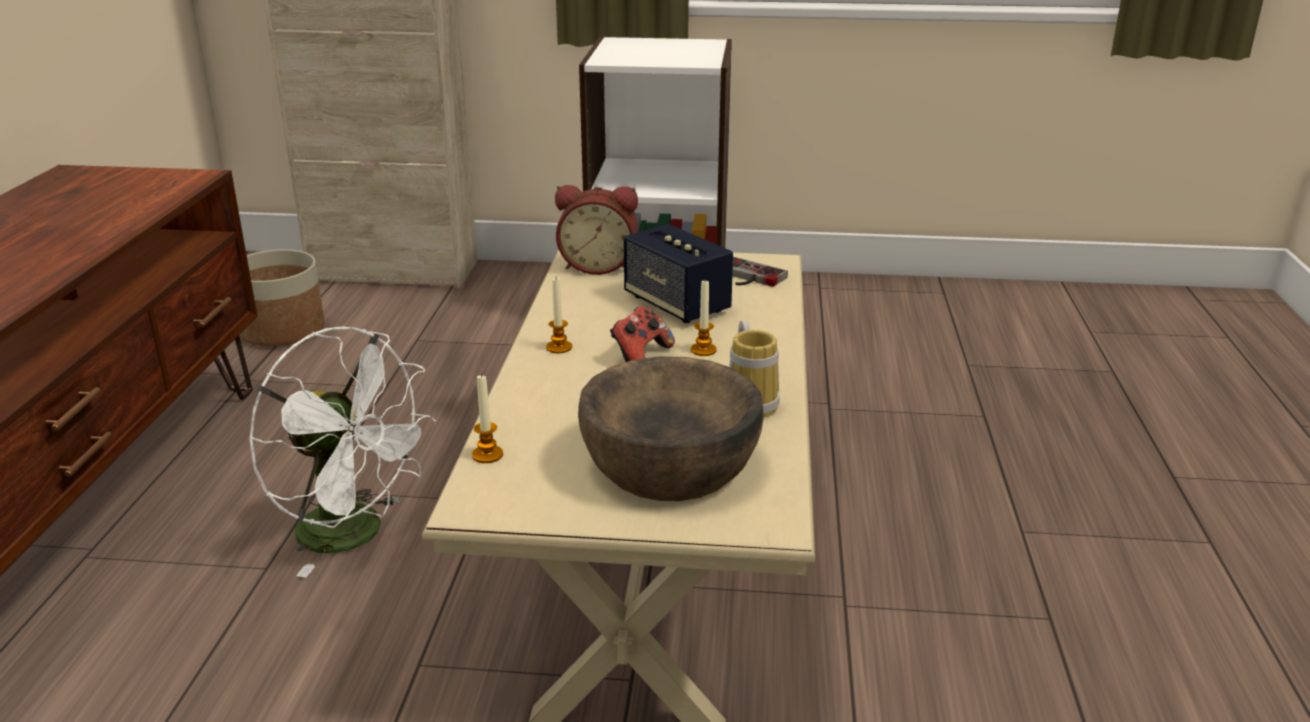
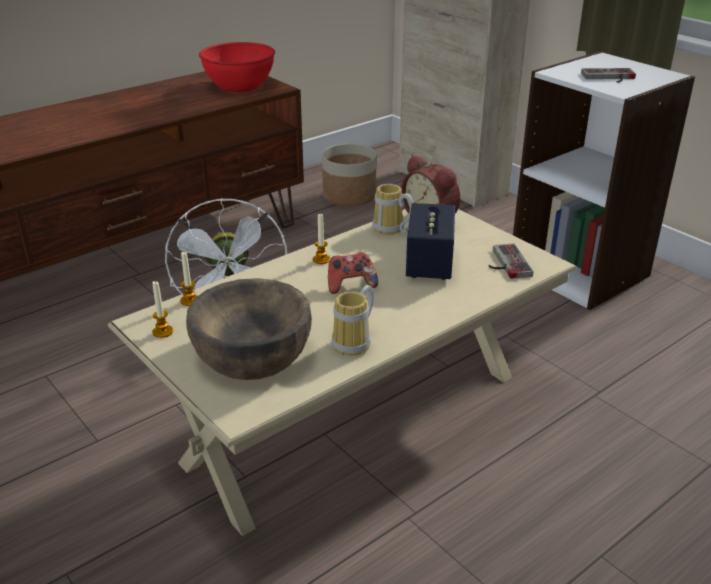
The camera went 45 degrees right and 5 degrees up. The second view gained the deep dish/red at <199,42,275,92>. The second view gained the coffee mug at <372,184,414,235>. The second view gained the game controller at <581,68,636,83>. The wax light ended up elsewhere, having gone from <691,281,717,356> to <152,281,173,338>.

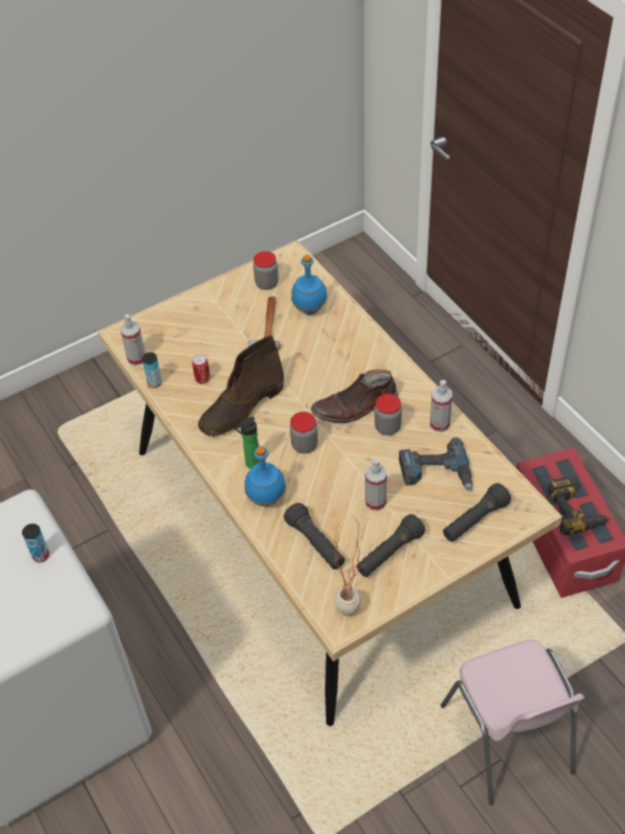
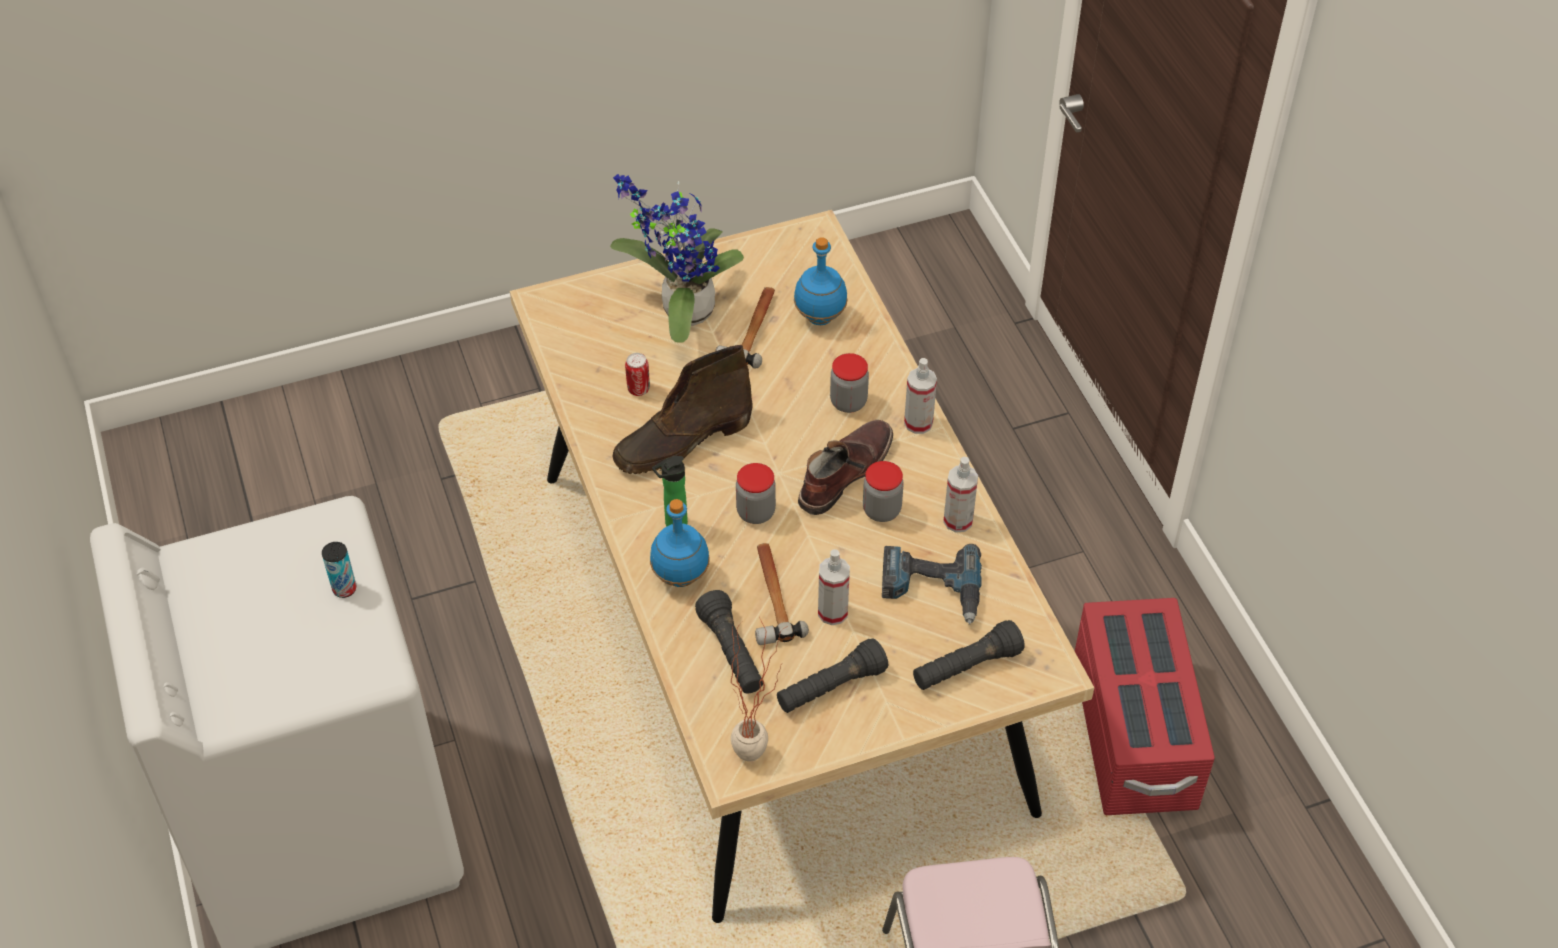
The camera went 10 degrees right and 0 degrees up. The second view lost the can at <142,352,162,388>. The second view lost the drill at <547,476,610,535>. The second view gained the plant in a pot at <610,174,744,343>. The second view gained the hammer at <755,543,809,645>. The spray bottle ended up elsewhere, having gone from <120,314,146,366> to <904,358,937,434>. The storage jar ended up elsewhere, having gone from <253,251,279,290> to <830,353,869,413>. The high-top boot/brown at <311,369,398,423> ended up facing another way, 135 degrees clockwise from before.

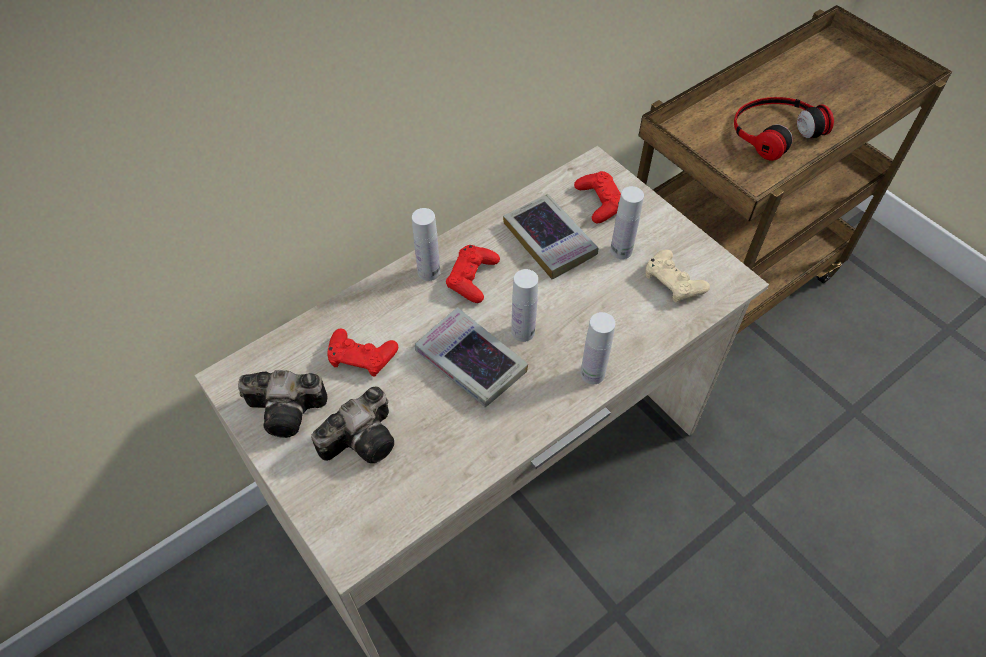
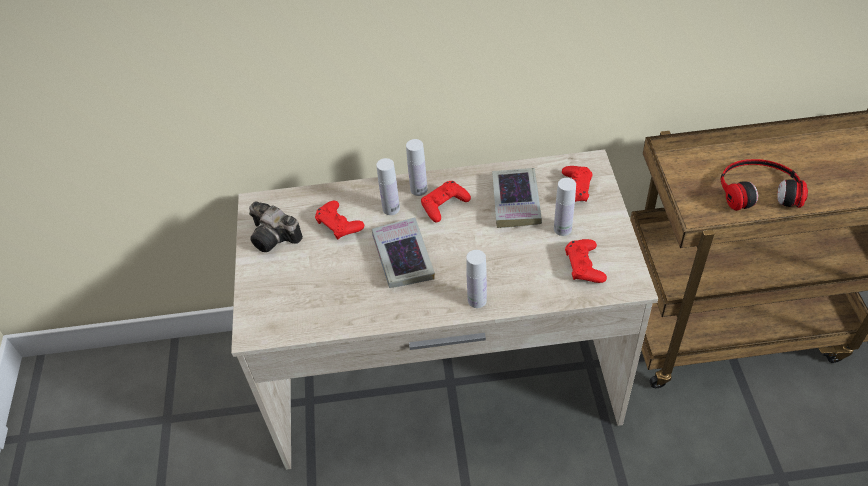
The camera went 35 degrees right and 5 degrees down. The second view lost the photo camera at <311,386,394,463>. The beverage bottle/white-coloured ended up elsewhere, having gone from <511,269,538,342> to <376,158,400,215>. What was the game controller/beige-coloured at <645,249,710,302> turned into the game controller/red at <565,239,607,283>.

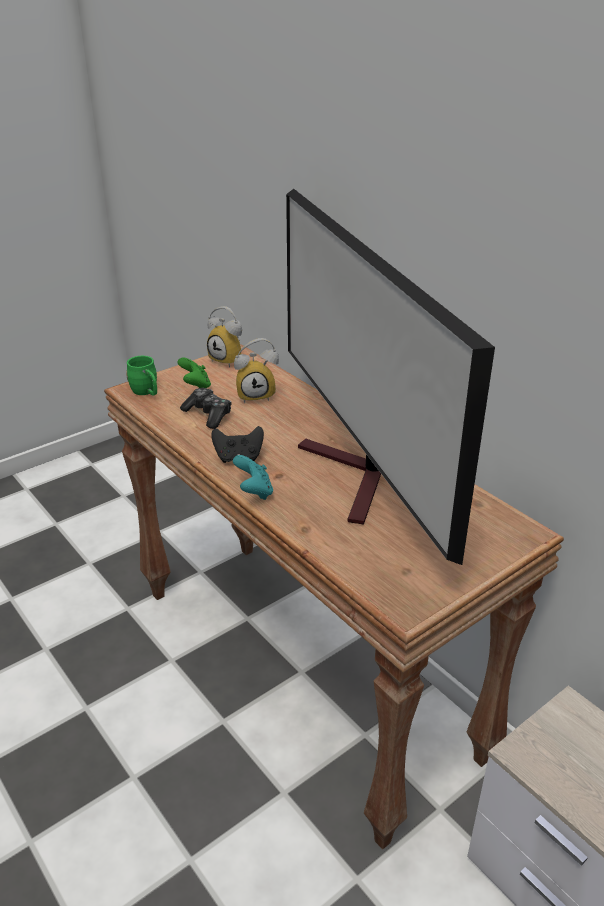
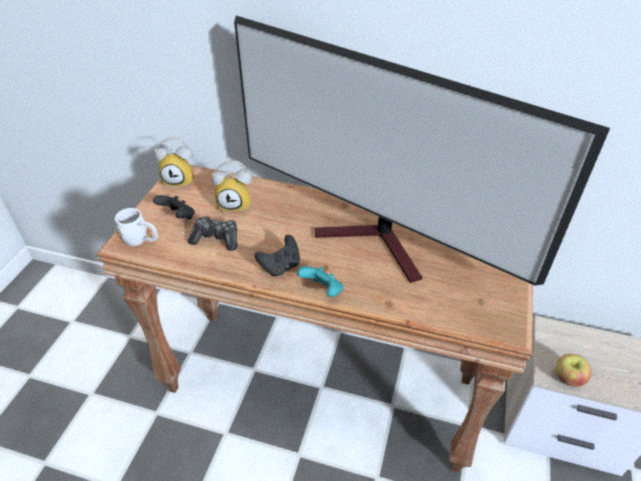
The camera went 35 degrees left and 10 degrees up. The second view gained the whole apple at <556,354,591,387>. What was the coffee mug/greenish at <126,356,157,396> turned into the coffee mug/white-coloured at <115,208,158,246>. What was the game controller/greenish at <177,358,211,388> turned into the game controller/black-coloured at <153,195,195,219>. The bedside clock at <234,338,279,403> ended up facing another way, 45 degrees clockwise from before.

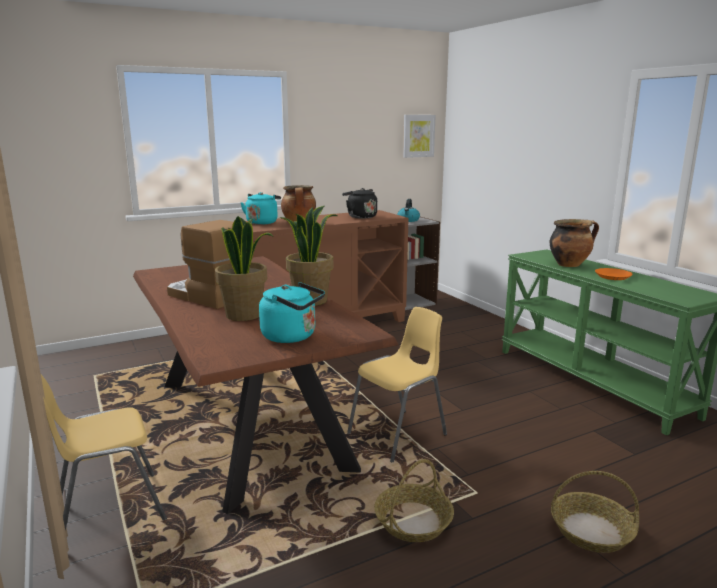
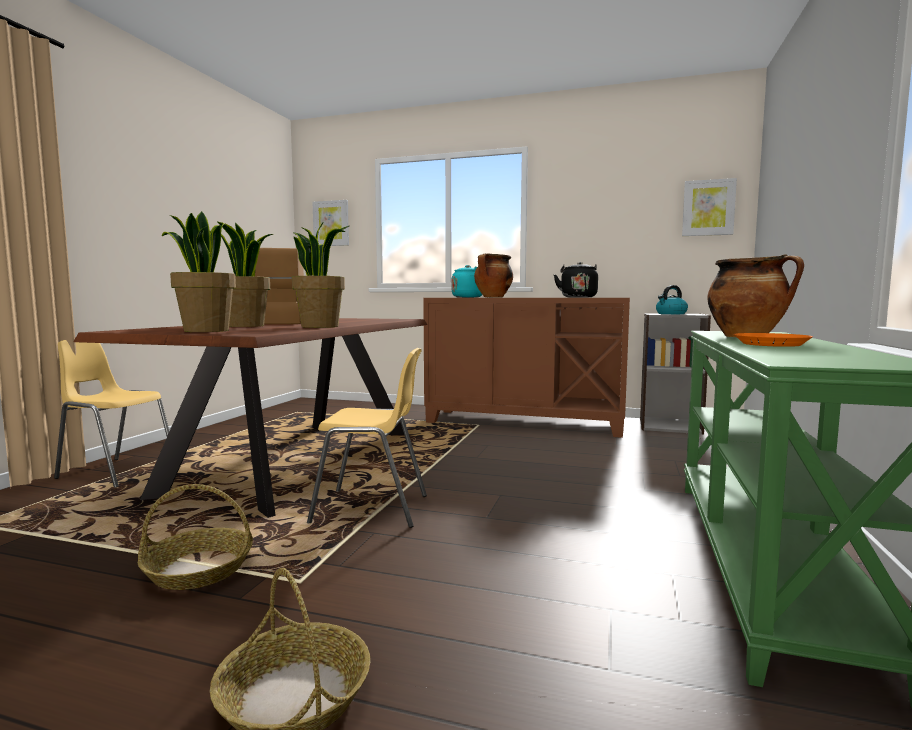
The camera went 45 degrees right and 10 degrees down. The second view gained the picture at <313,200,349,246>. Where the tea kettle/turquoise-coloured stood at <259,282,325,343>, the plant in a pot came to stand at <162,211,236,332>.

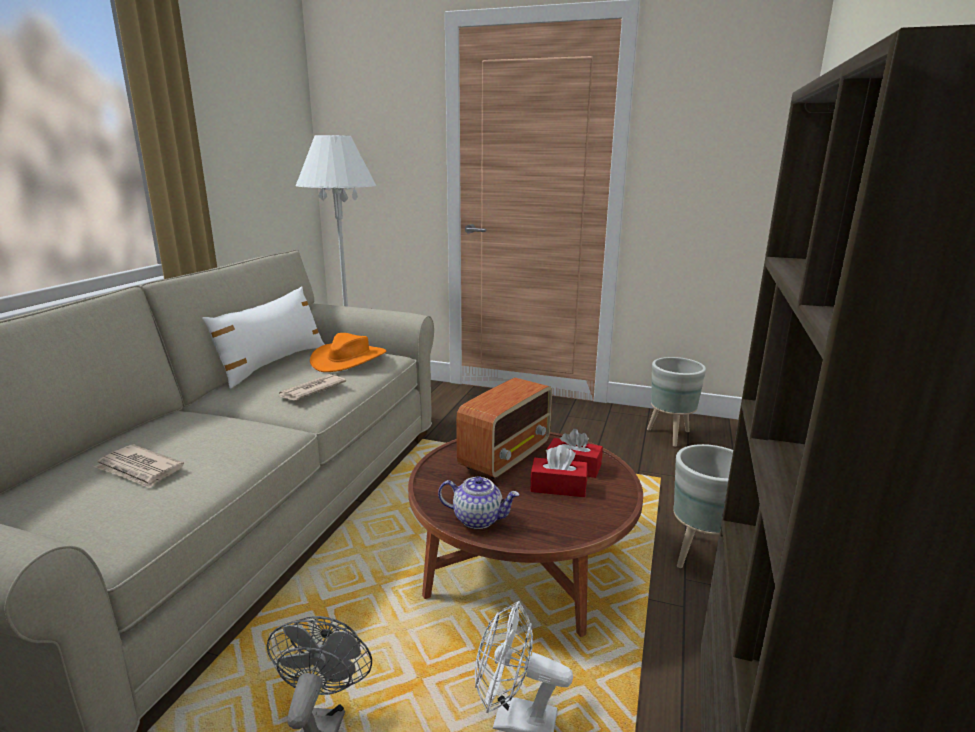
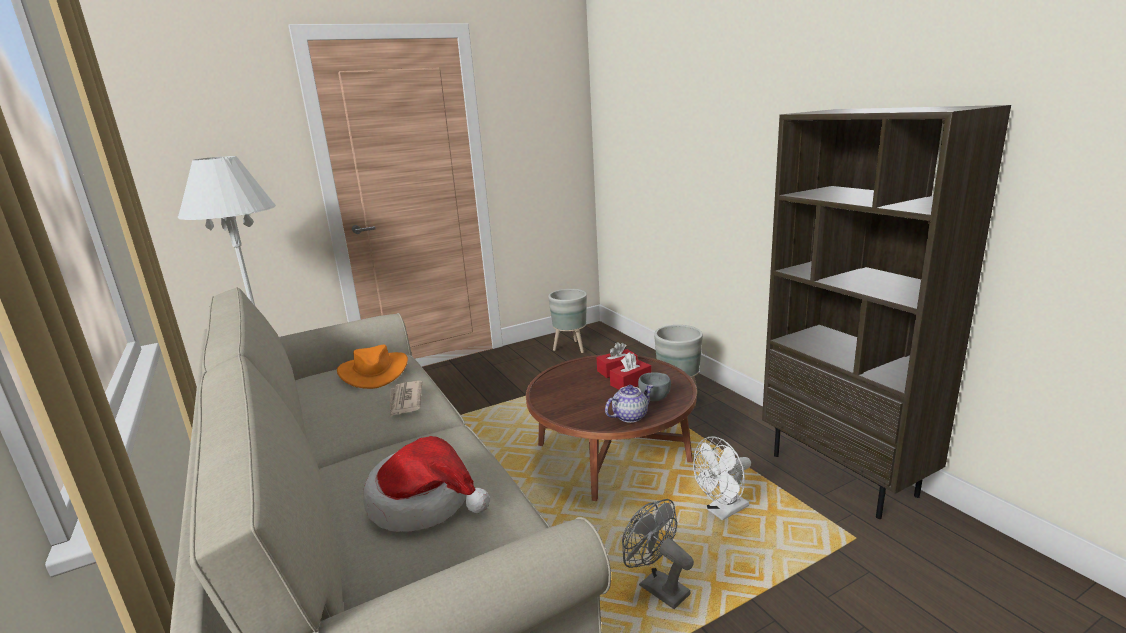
The camera went 45 degrees left and 0 degrees up. The second view lost the throw pillow/white-coloured at <202,286,325,389>. The second view lost the radio set at <456,378,552,479>. The second view gained the deep dish/gray at <638,372,671,401>. Where the daily paper stood at <94,444,184,488>, the wearable hat came to stand at <363,436,490,532>.

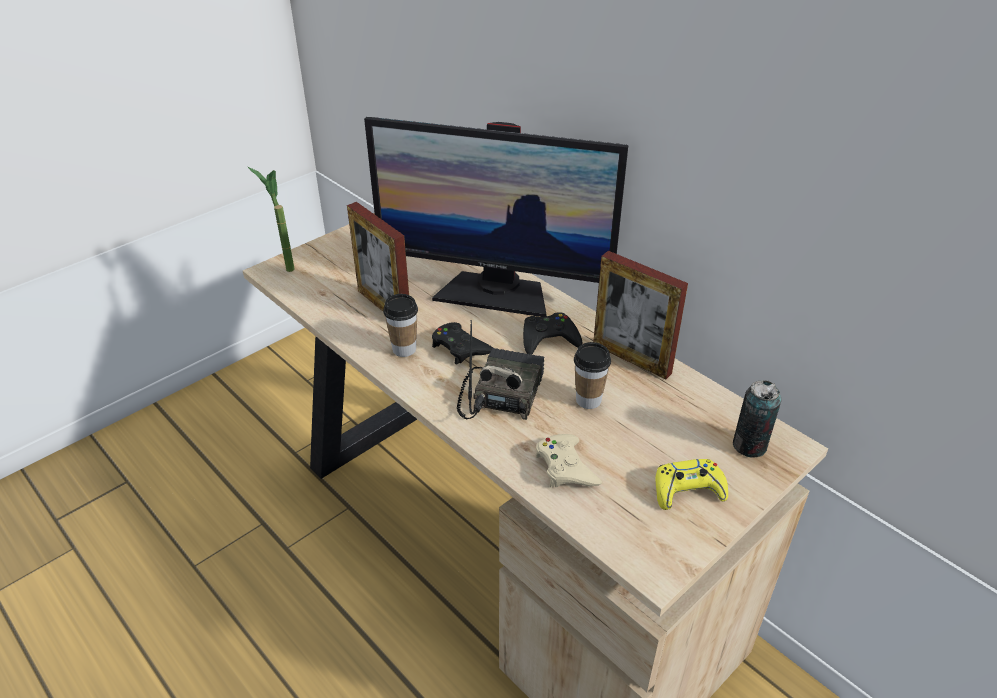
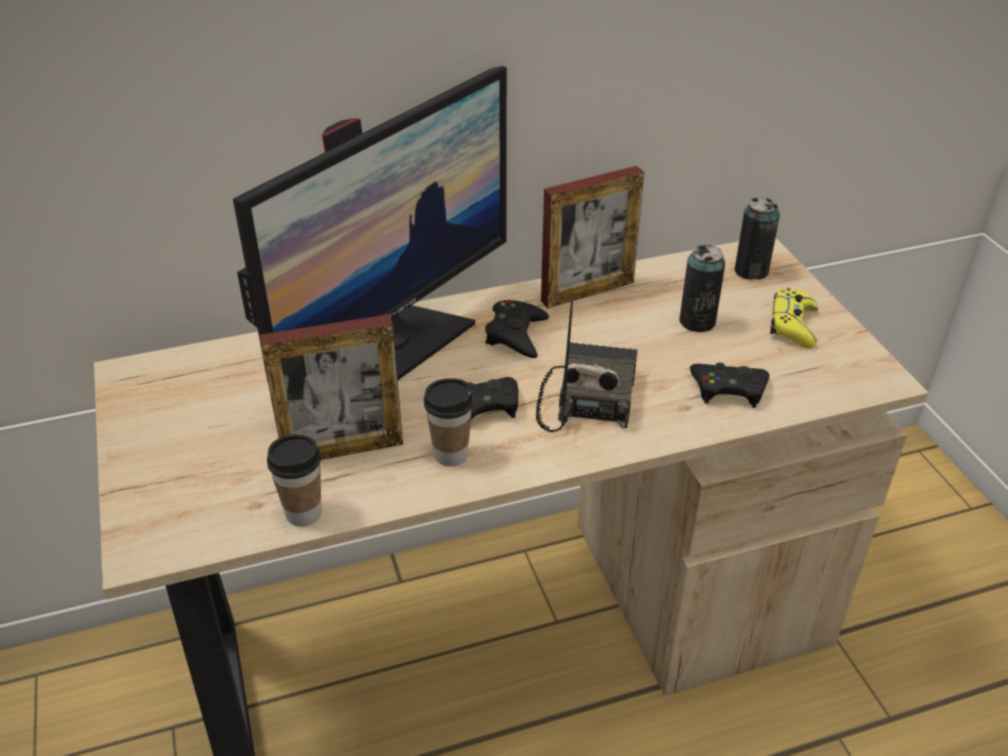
The camera went 65 degrees left and 0 degrees up. The second view lost the plant in a pot at <248,167,295,272>. The second view gained the can at <679,245,725,332>. The drinking cup ended up elsewhere, having gone from <574,342,611,409> to <267,434,322,527>. What was the game controller/beige-coloured at <535,434,602,487> turned into the game controller/black-coloured at <690,363,769,408>. The radio set at <457,320,544,420> ended up facing another way, 60 degrees clockwise from before.

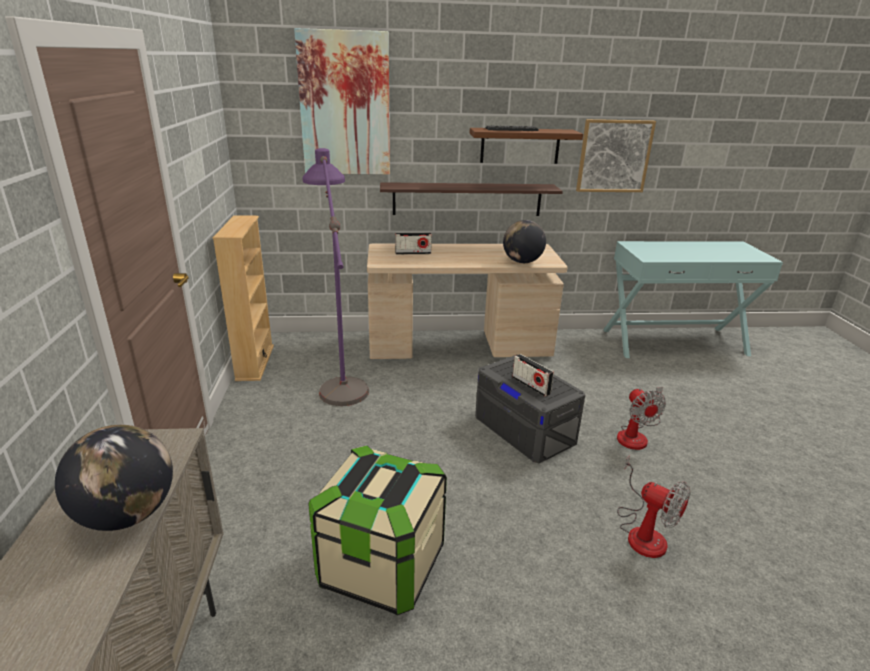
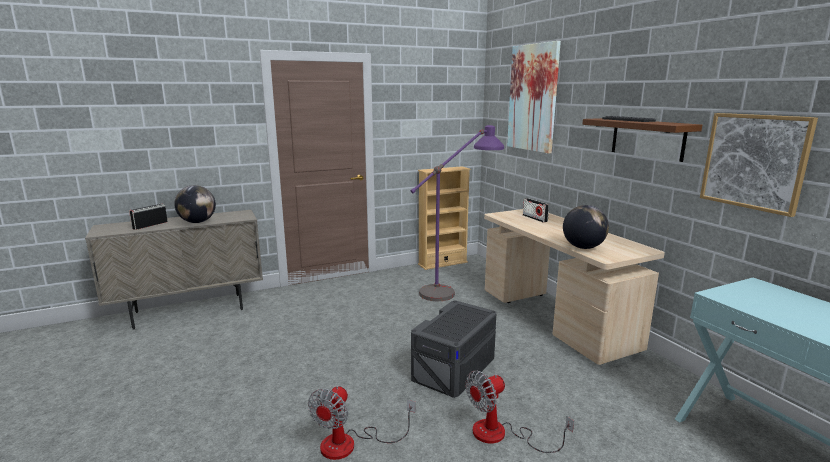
The camera went 70 degrees right and 10 degrees down. The second view lost the storage bin at <308,445,447,615>. The second view lost the wall shelf at <380,182,563,216>. The radio set ended up elsewhere, having gone from <512,354,554,396> to <129,204,168,230>.

